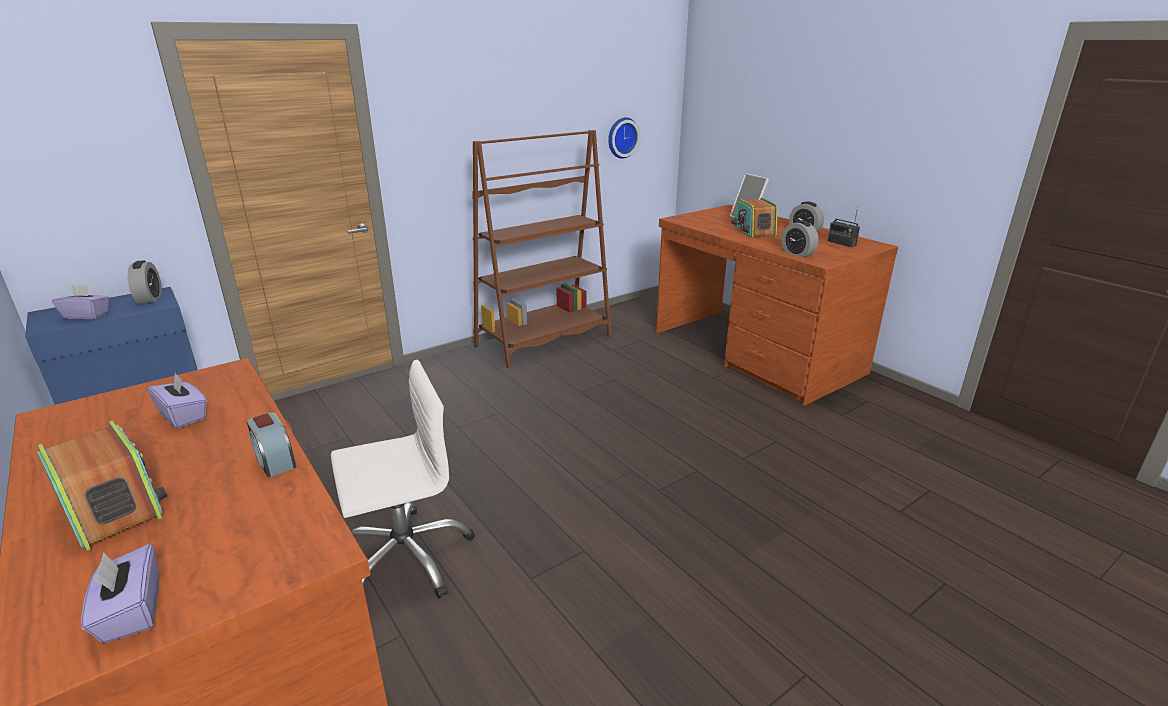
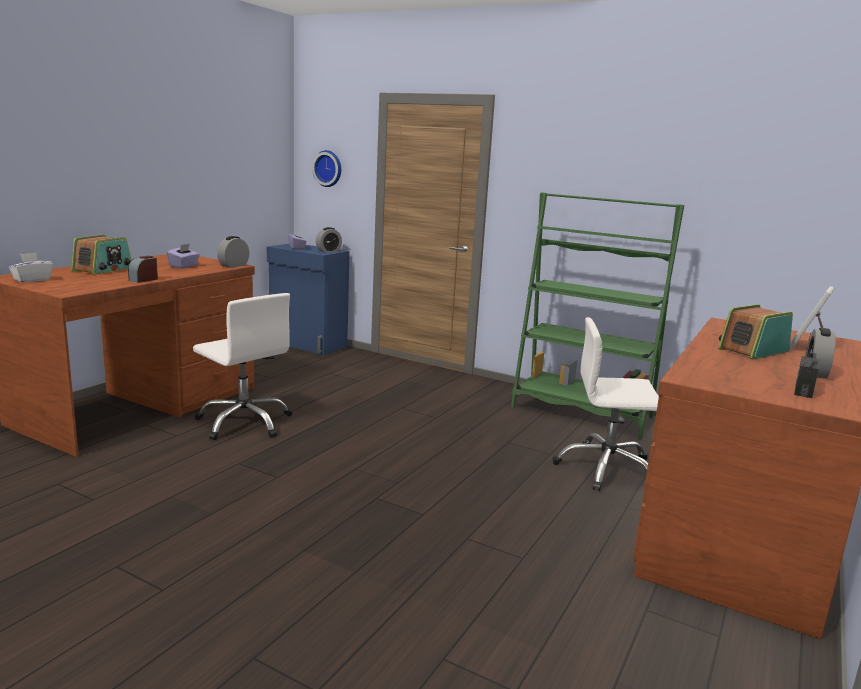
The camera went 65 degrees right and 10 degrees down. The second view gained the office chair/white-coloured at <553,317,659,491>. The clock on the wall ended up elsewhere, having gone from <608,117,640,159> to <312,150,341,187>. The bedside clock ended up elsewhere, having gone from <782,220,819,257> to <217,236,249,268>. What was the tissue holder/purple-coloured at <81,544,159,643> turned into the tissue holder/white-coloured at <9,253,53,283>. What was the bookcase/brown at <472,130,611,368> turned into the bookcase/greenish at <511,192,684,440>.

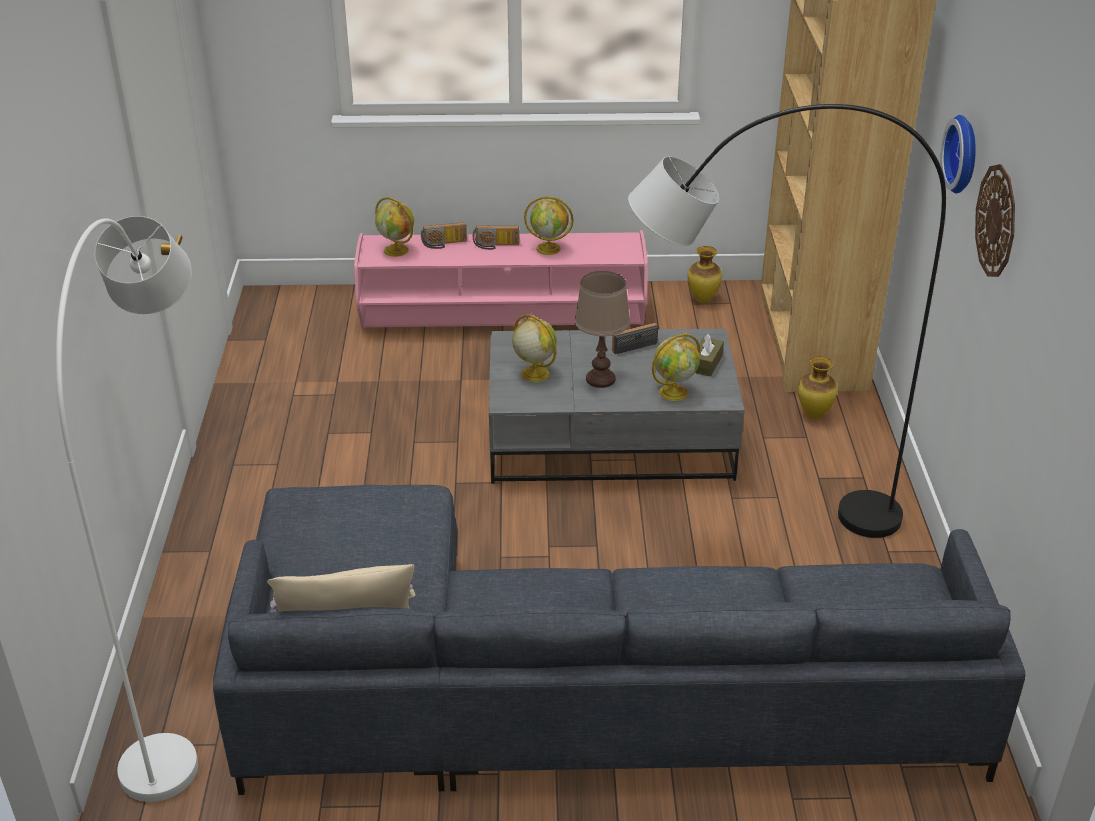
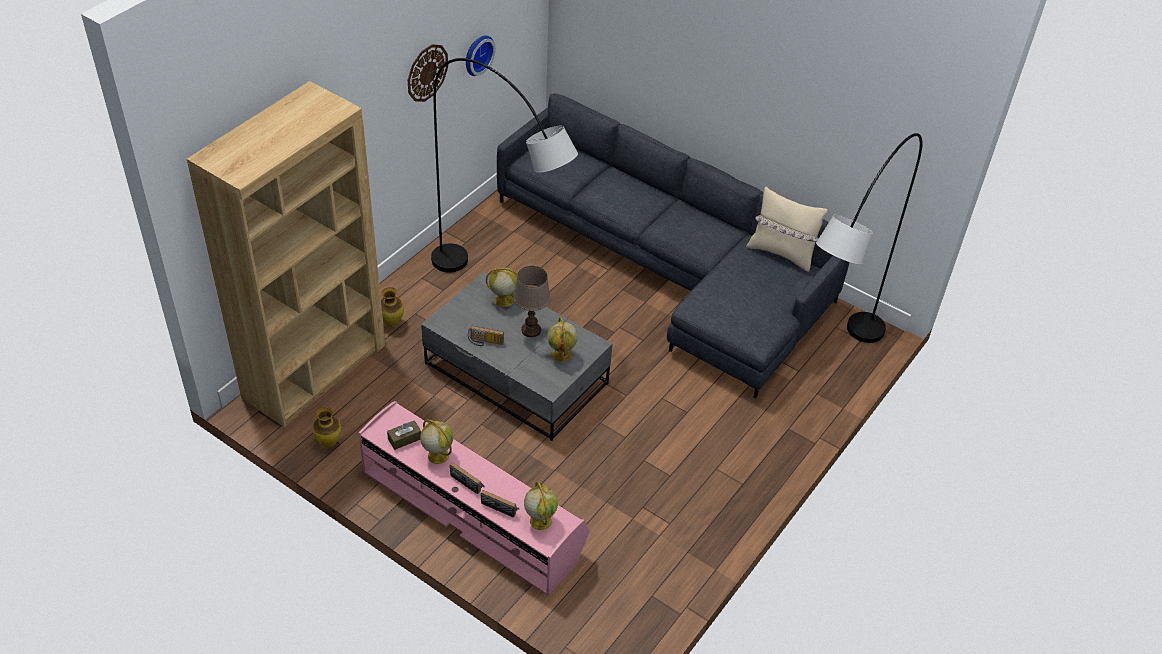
The camera went 145 degrees left and 10 degrees up. The tissue holder/brown ended up elsewhere, having gone from <695,334,724,377> to <387,420,421,450>. The clock on the wall ended up elsewhere, having gone from <941,115,976,194> to <466,35,496,76>. What was the standard lamp/white-coloured at <56,216,198,802> turned into the standard lamp/black-coloured at <816,133,923,343>.

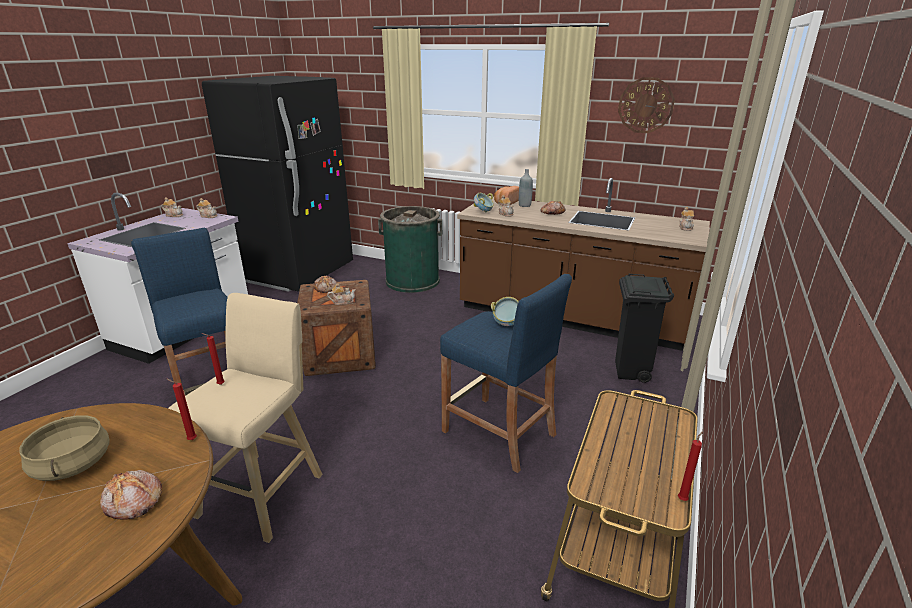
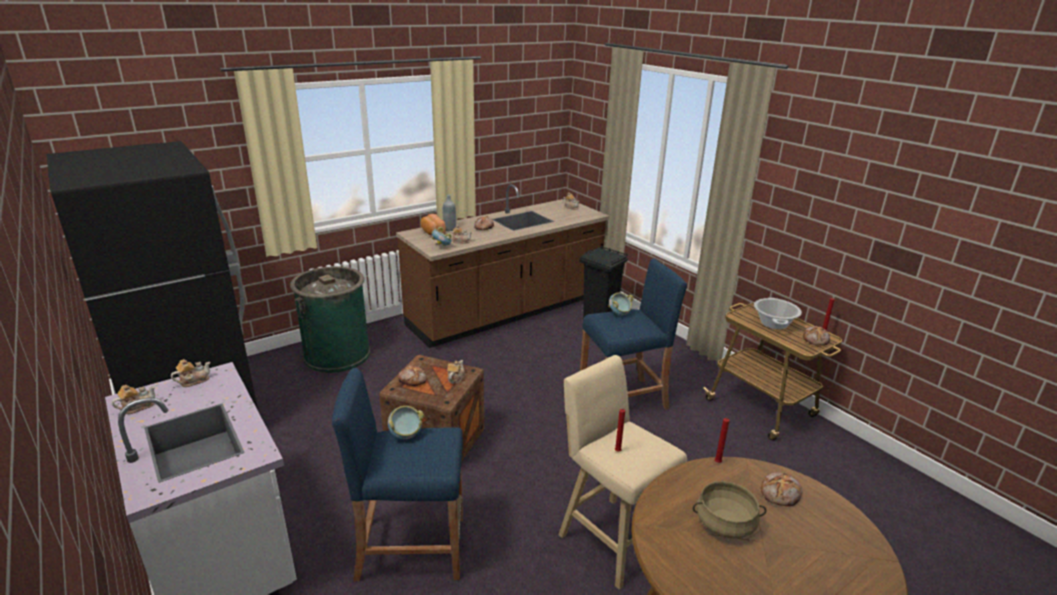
The camera went 60 degrees left and 0 degrees up. The second view lost the clock on the wall at <618,77,675,133>. The second view gained the deep dish at <388,406,424,439>. The second view gained the saucepot at <754,298,802,329>. The second view gained the baked bread at <803,326,830,345>.

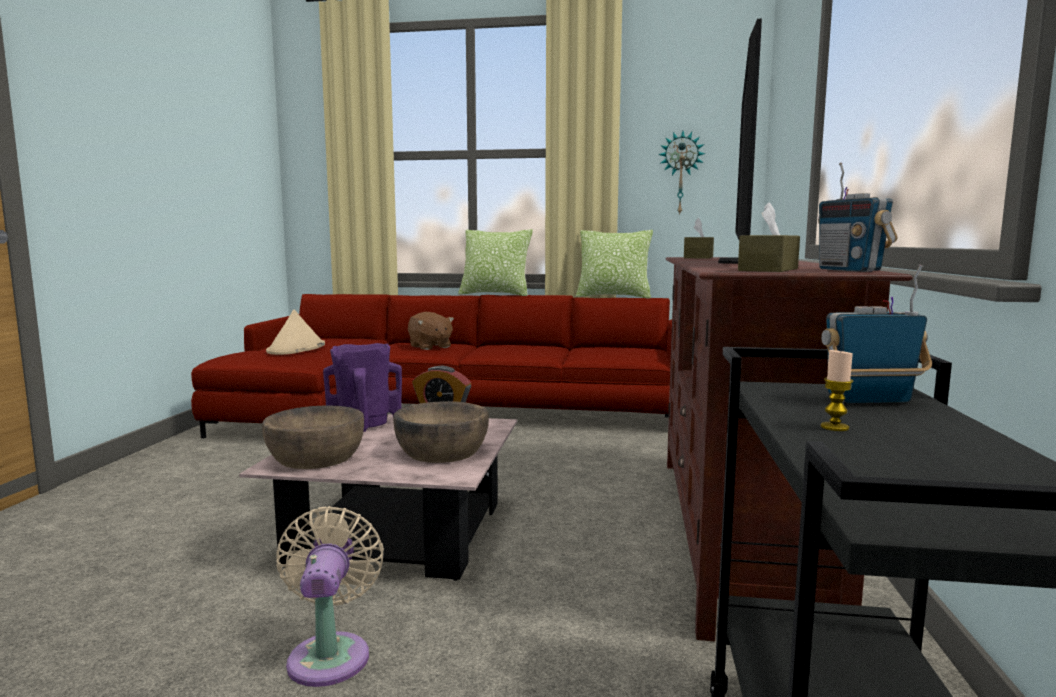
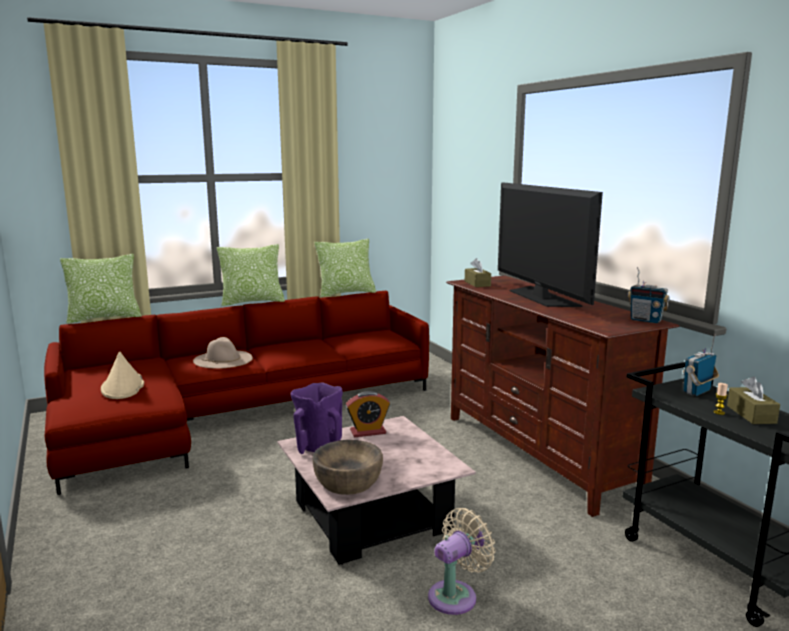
The camera went 35 degrees left and 5 degrees up. The second view lost the deep dish/brown at <393,401,489,463>. The second view lost the clock on the wall at <658,131,706,216>. The second view gained the throw pillow at <60,254,142,324>. The tissue holder/brown ended up elsewhere, having gone from <738,202,800,272> to <727,377,780,424>. Where the soft toy/brown stood at <408,312,454,350>, the wearable hat/beige-coloured came to stand at <193,337,253,369>. The fan/beige-coloured at <276,506,384,687> ended up facing another way, 90 degrees clockwise from before.

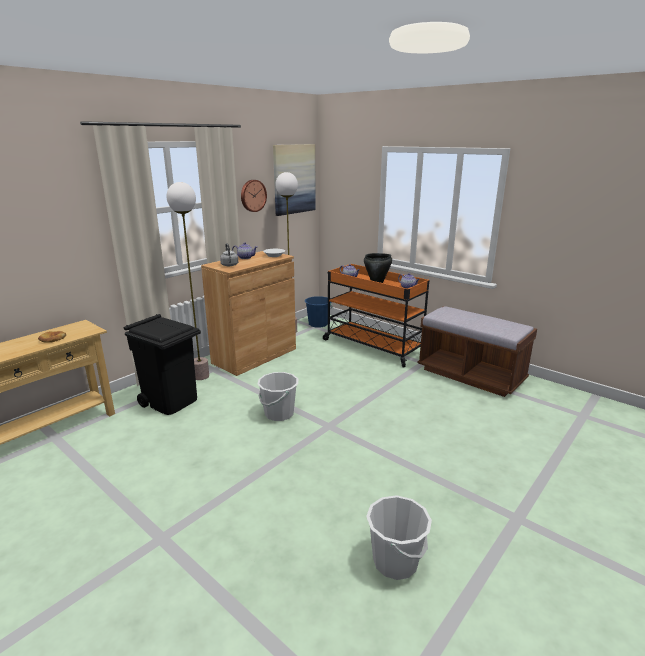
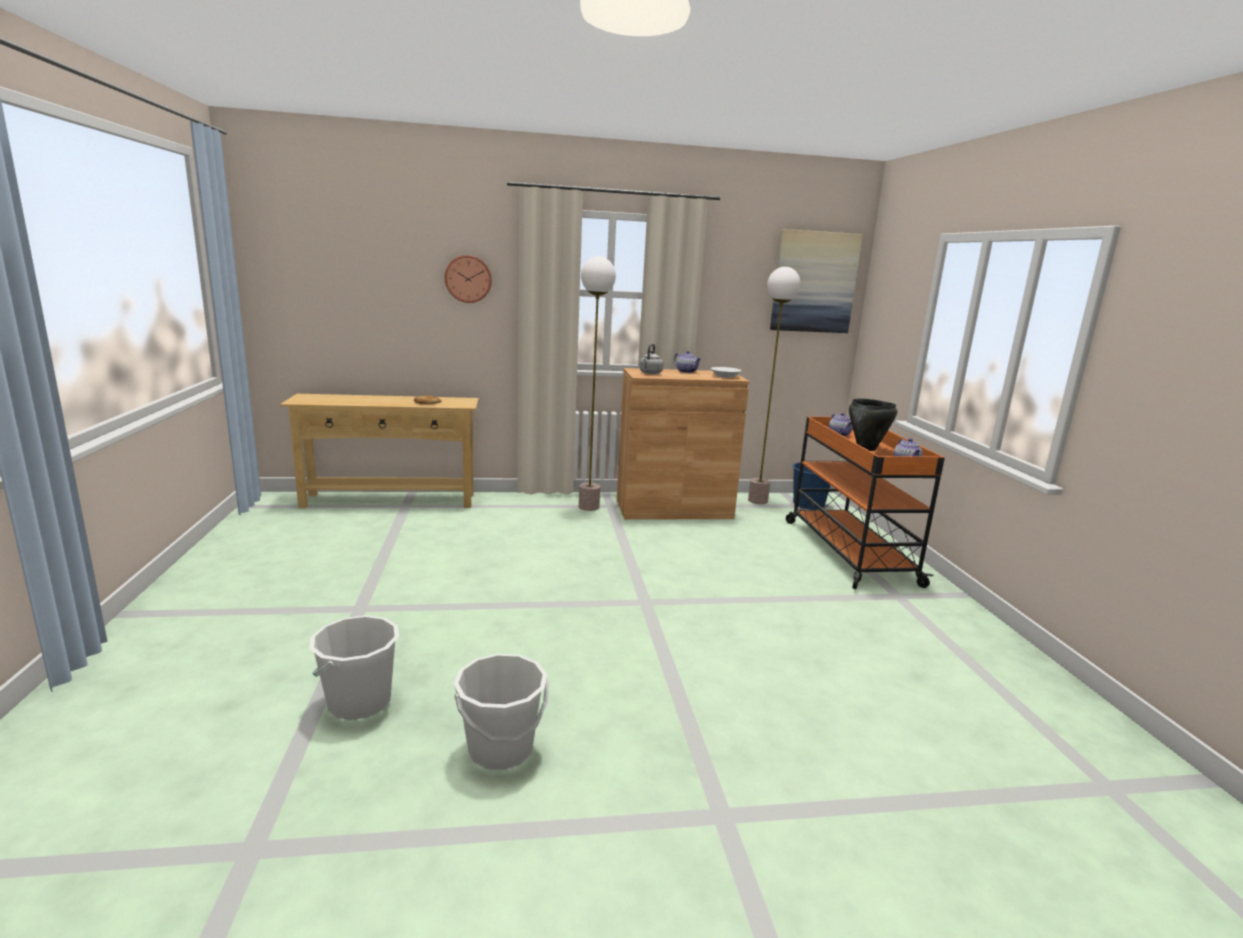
The camera went 40 degrees right and 5 degrees down. The second view lost the rubbish bin/black-coloured at <124,314,201,415>. The second view lost the indoor bench/brown at <417,306,537,397>. The clock on the wall ended up elsewhere, having gone from <241,180,267,212> to <445,255,492,303>. The bucket/white-coloured ended up elsewhere, having gone from <257,372,298,421> to <309,615,399,720>.

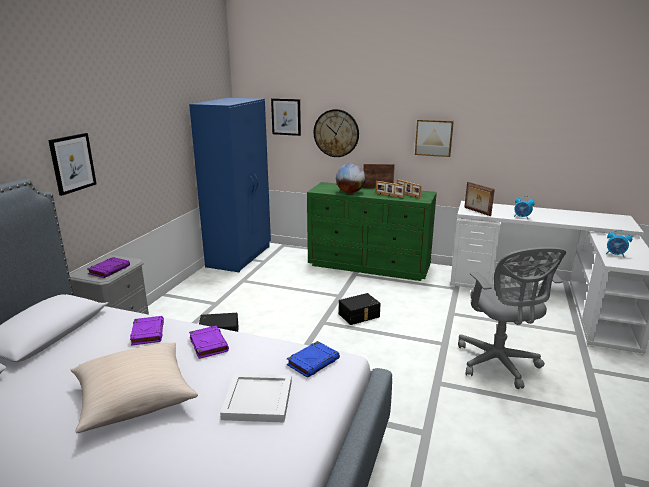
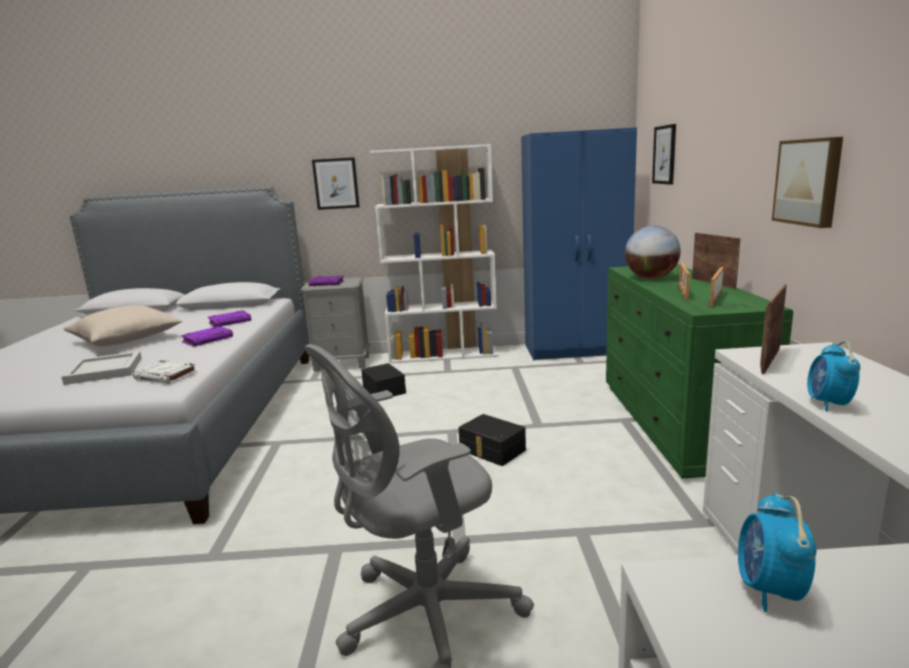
The camera went 70 degrees right and 5 degrees down. The second view lost the clock on the wall at <314,109,359,157>. The second view gained the bookcase/white-coloured at <370,144,498,364>. What was the book/blue-coloured at <287,341,340,378> turned into the book/white-coloured at <133,360,197,384>.

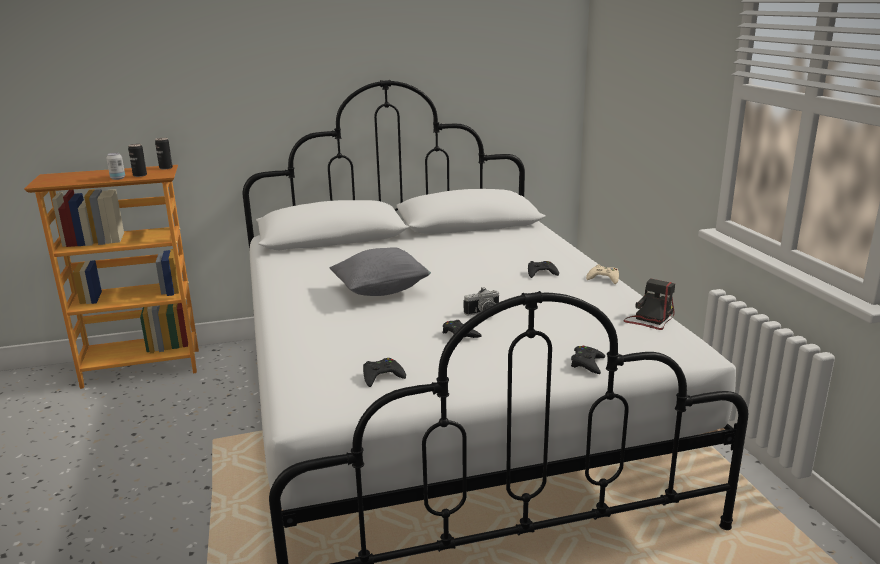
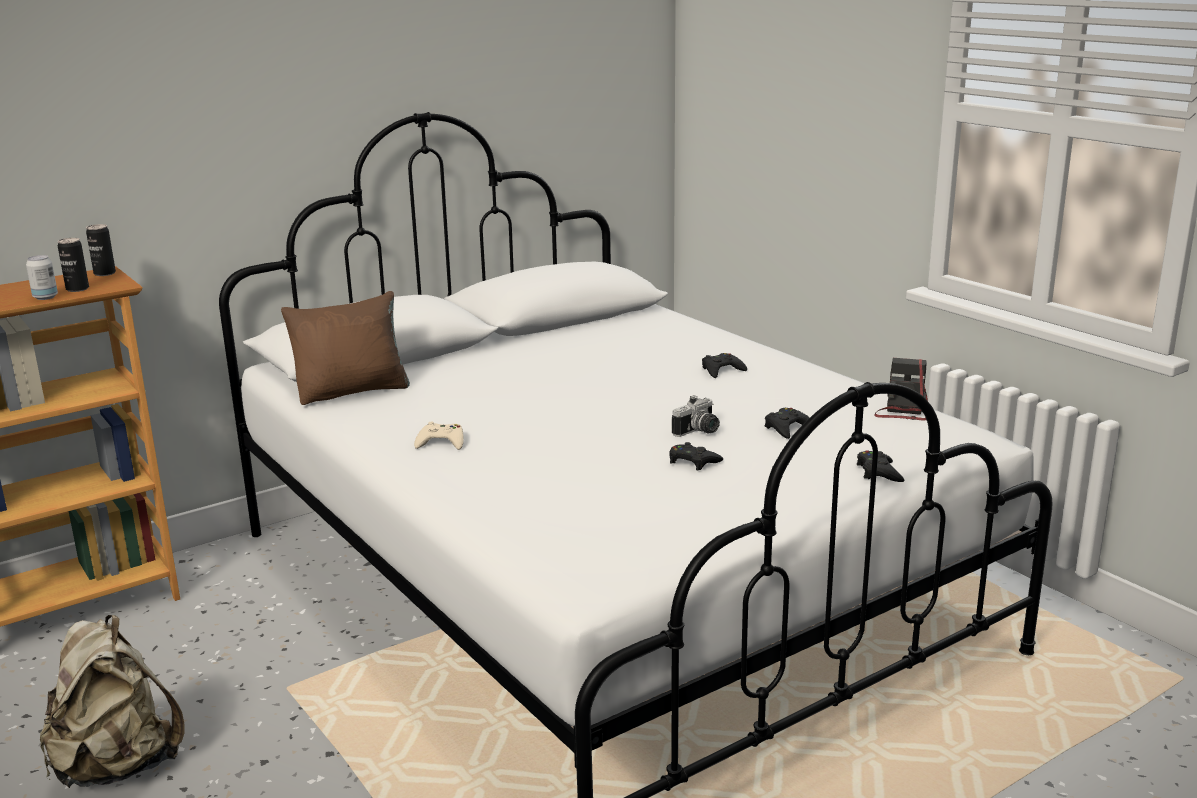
The camera went 20 degrees left and 0 degrees up. The second view lost the throw pillow/gray at <330,247,431,296>. The second view gained the rucksack/beige-coloured at <40,615,184,788>. The second view gained the throw pillow/brown at <281,291,410,405>. The game controller/black-coloured ended up elsewhere, having gone from <363,358,406,387> to <765,408,810,439>. The game controller/beige-coloured ended up elsewhere, having gone from <586,264,619,284> to <414,422,464,450>.

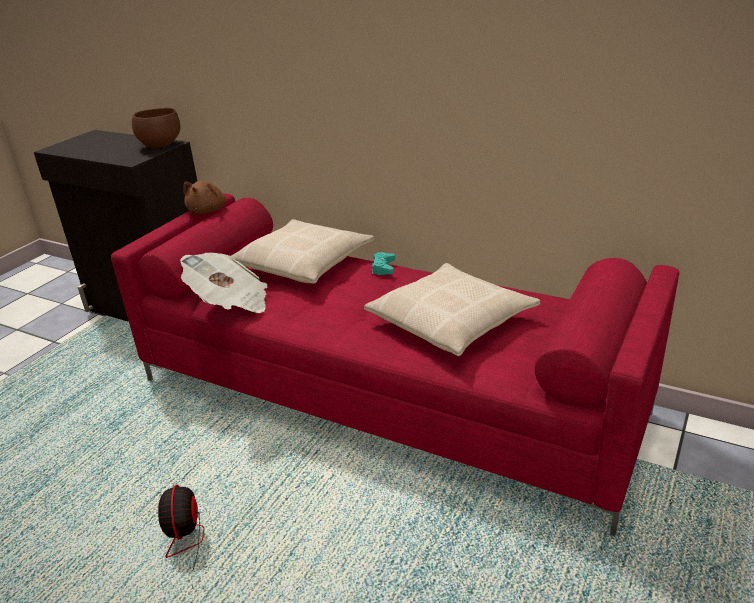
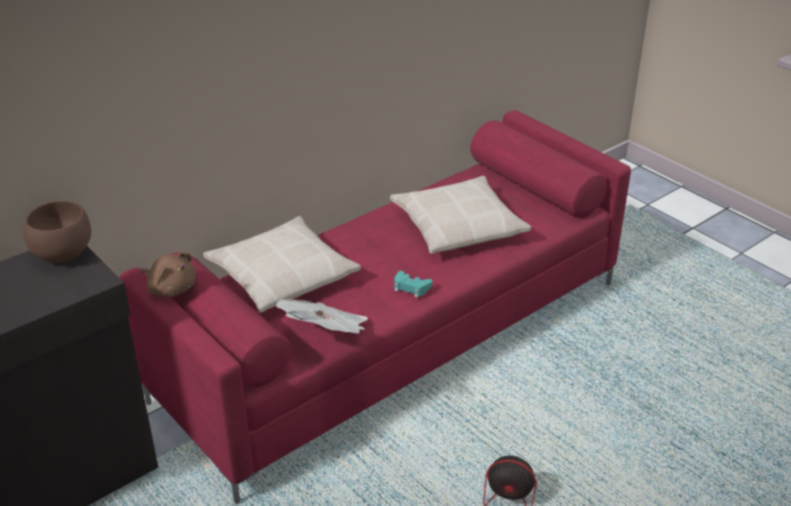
The camera went 70 degrees left and 5 degrees up. The game controller/turquoise-coloured ended up elsewhere, having gone from <372,252,395,275> to <394,271,432,298>.

